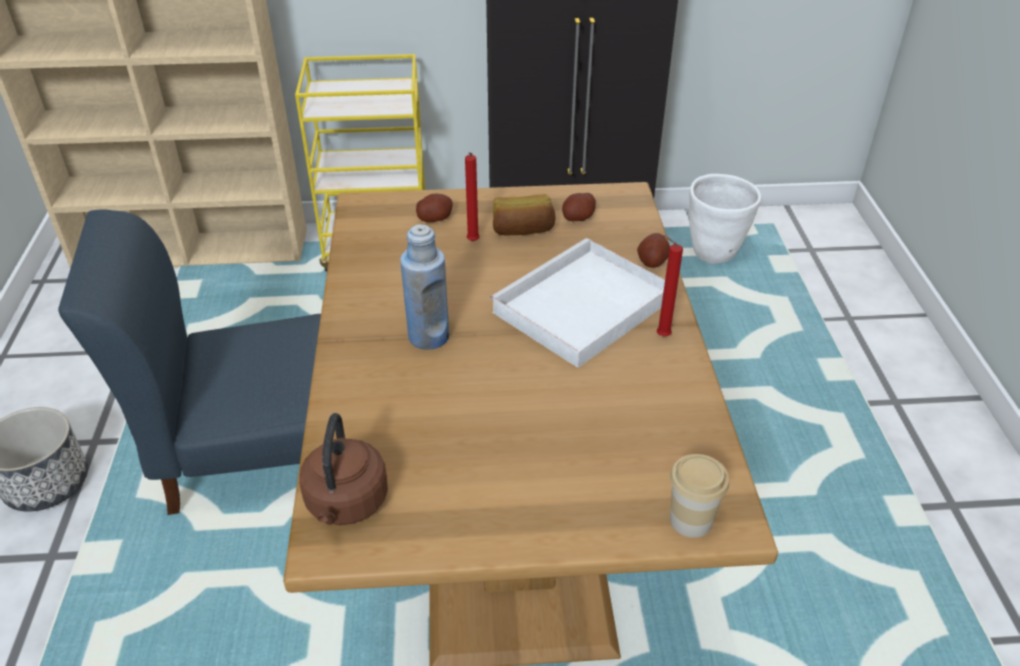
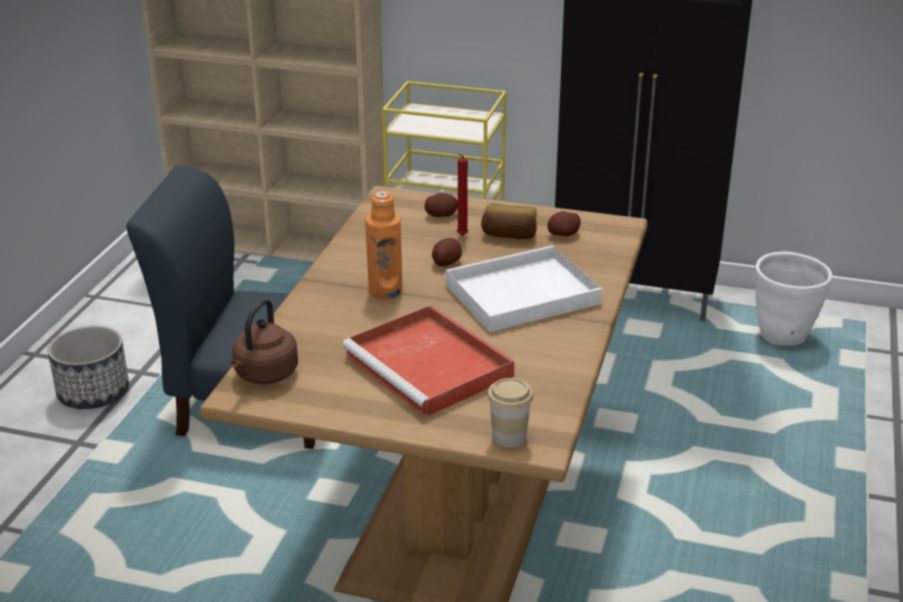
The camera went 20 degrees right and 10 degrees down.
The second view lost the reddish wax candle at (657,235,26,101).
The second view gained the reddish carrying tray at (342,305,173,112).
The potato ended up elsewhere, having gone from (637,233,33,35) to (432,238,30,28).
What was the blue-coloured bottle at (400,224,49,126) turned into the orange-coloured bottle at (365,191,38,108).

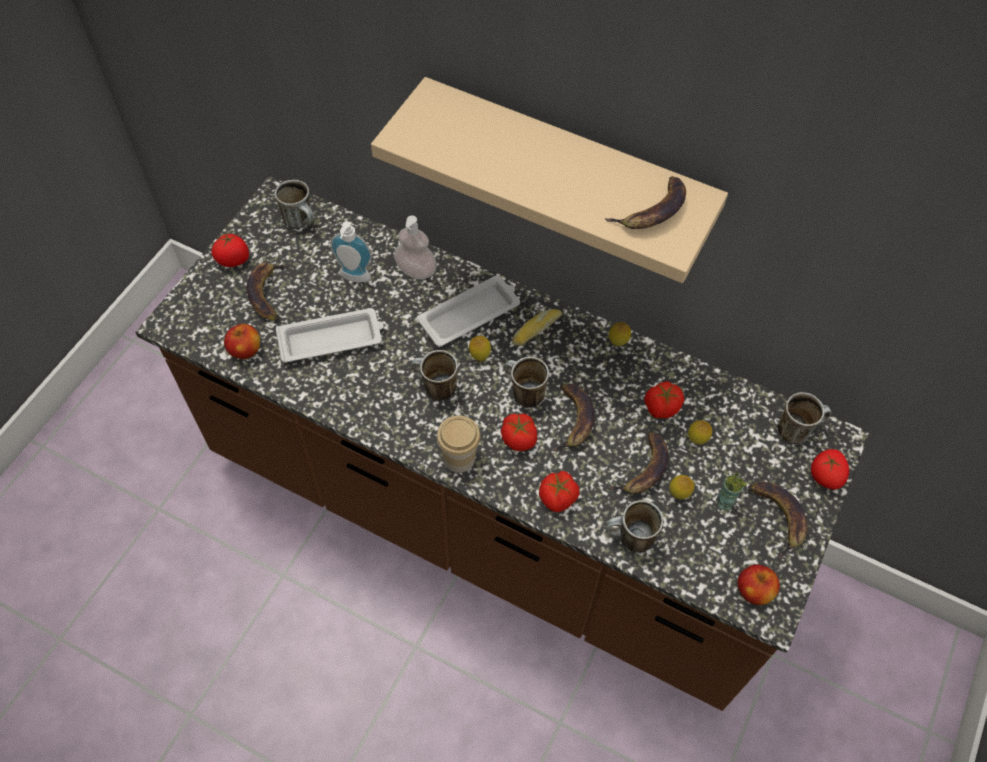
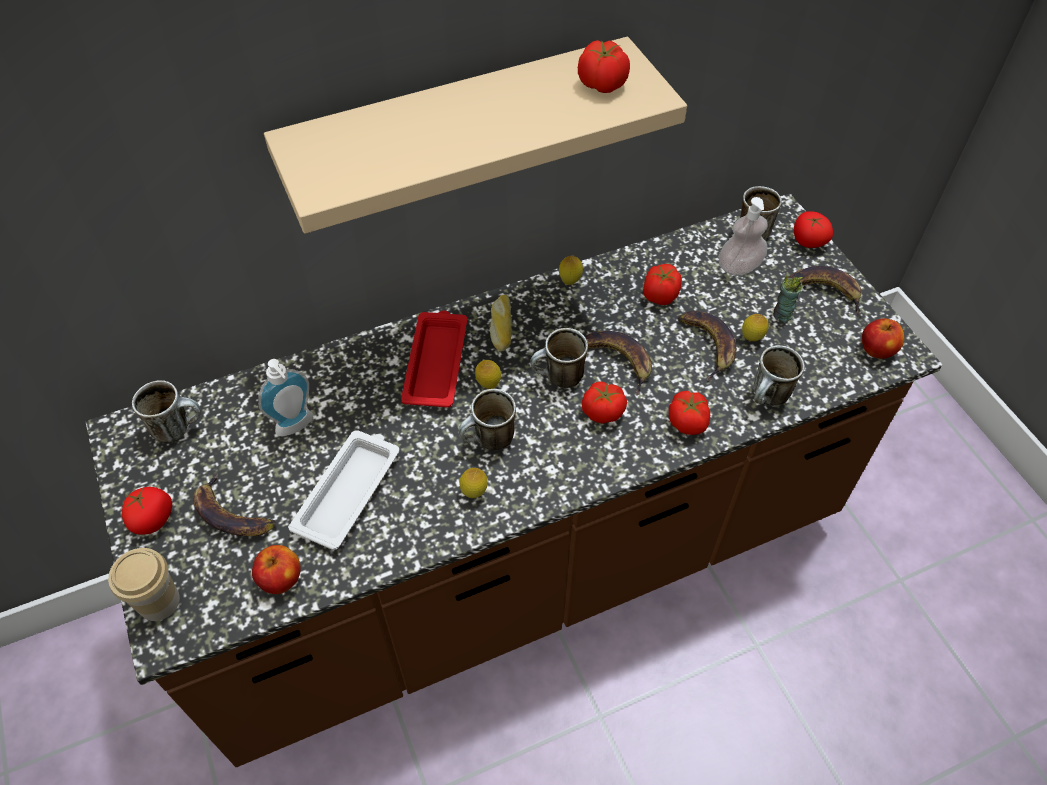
The camera went 50 degrees left and 5 degrees down.
The soap bottle ended up elsewhere, having gone from (394,215,43,64) to (718,197,50,78).
The small cup ended up elsewhere, having gone from (437,415,44,58) to (108,548,72,73).
The lemon ended up elsewhere, having gone from (688,420,24,24) to (460,468,28,30).
Where the whole banana stood at (605,176,81,53), the fresh tomato came to stand at (578,40,52,53).
What was the white-coloured carrying tray at (417,275,103,72) turned into the reddish carrying tray at (401,311,66,97).

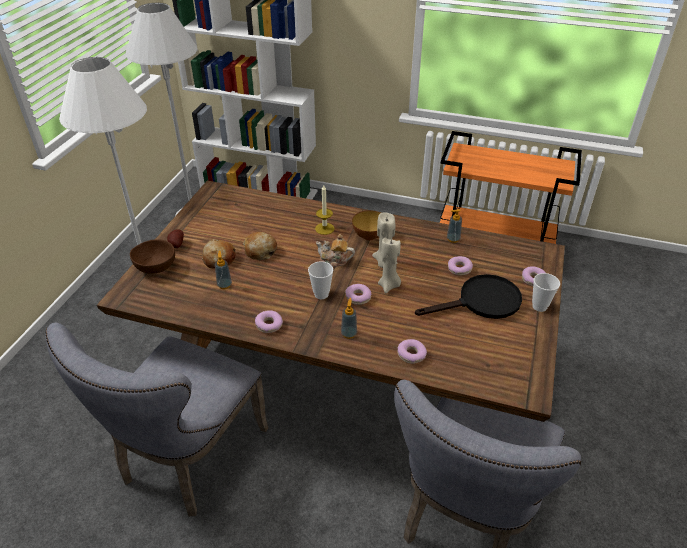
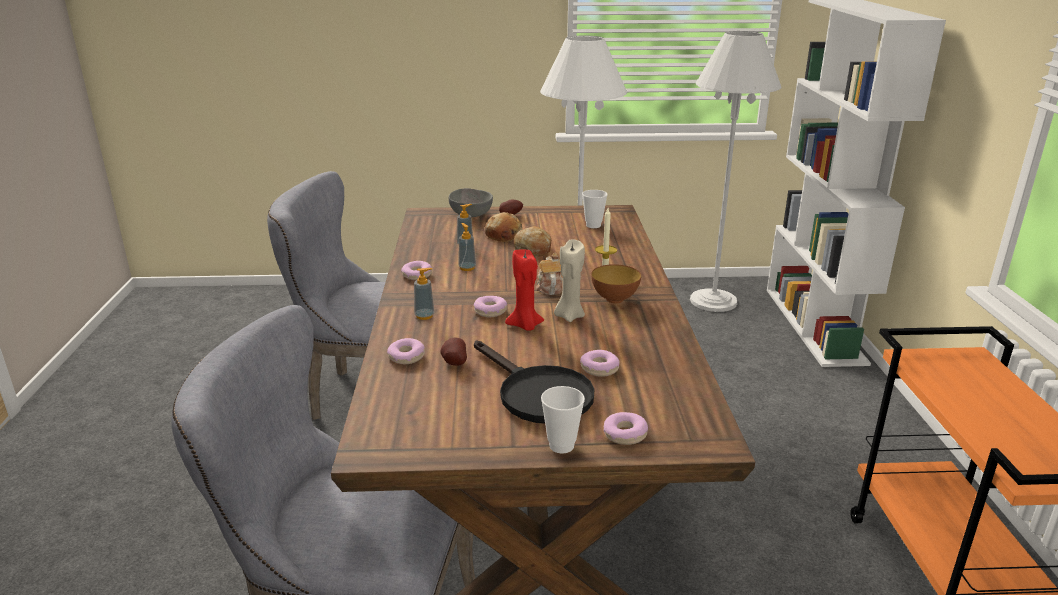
The camera went 70 degrees right and 15 degrees down.
The second view gained the potato at (440,338,27,28).
The small cup ended up elsewhere, having gone from (308,261,25,38) to (582,190,26,38).
The soap bottle ended up elsewhere, having gone from (447,209,15,34) to (458,223,18,48).
What was the brown-coloured deep dish at (130,239,45,35) turned into the gray deep dish at (449,188,44,29).
What was the beige wax candle at (378,238,23,56) turned into the reddish wax candle at (505,250,39,81).

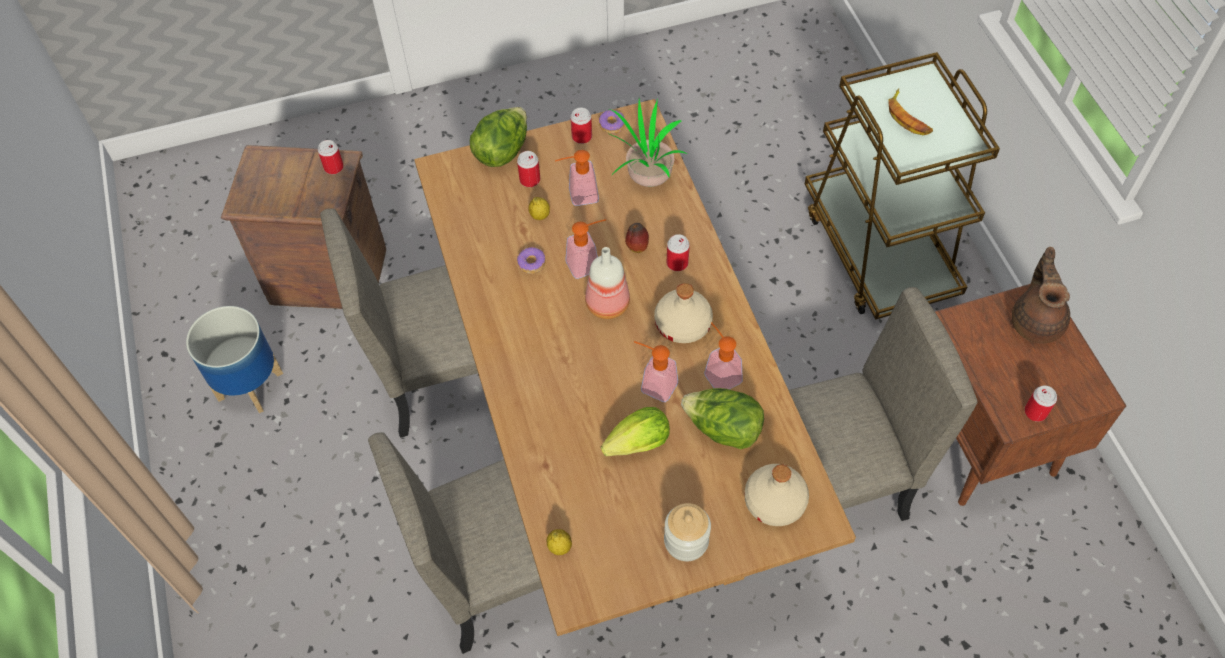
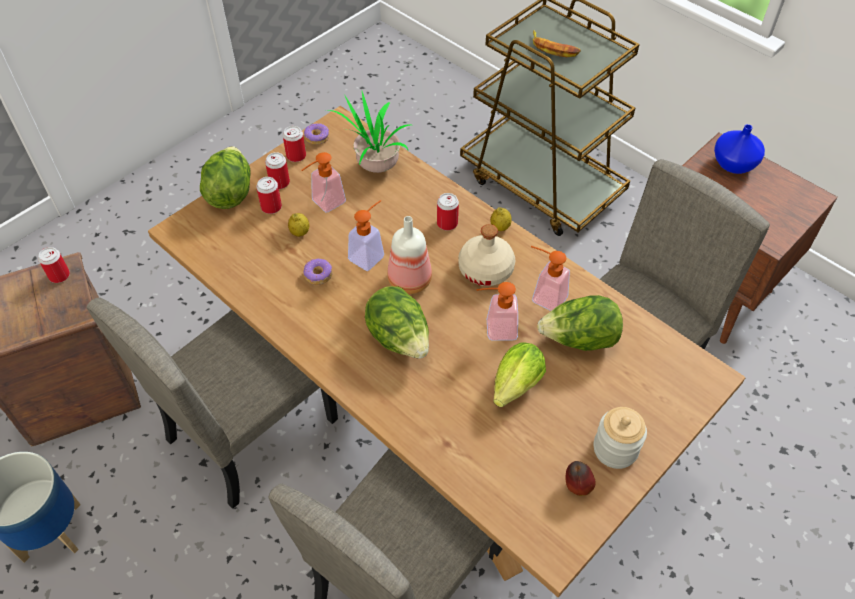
The camera went 30 degrees left and 5 degrees down.
The second view lost the beige bottle at (745,464,64,62).
The second view gained the lettuce at (365,286,64,73).
The lemon ended up elsewhere, having gone from (547,529,25,26) to (490,207,22,24).
The apple fruit ended up elsewhere, having gone from (625,223,24,30) to (565,461,31,35).
The metal can ended up elsewhere, having gone from (1024,385,33,37) to (265,152,25,37).
Where the brown-coloured tea pot stood at (1012,247,58,97), the blue-coloured vase came to stand at (714,124,51,50).

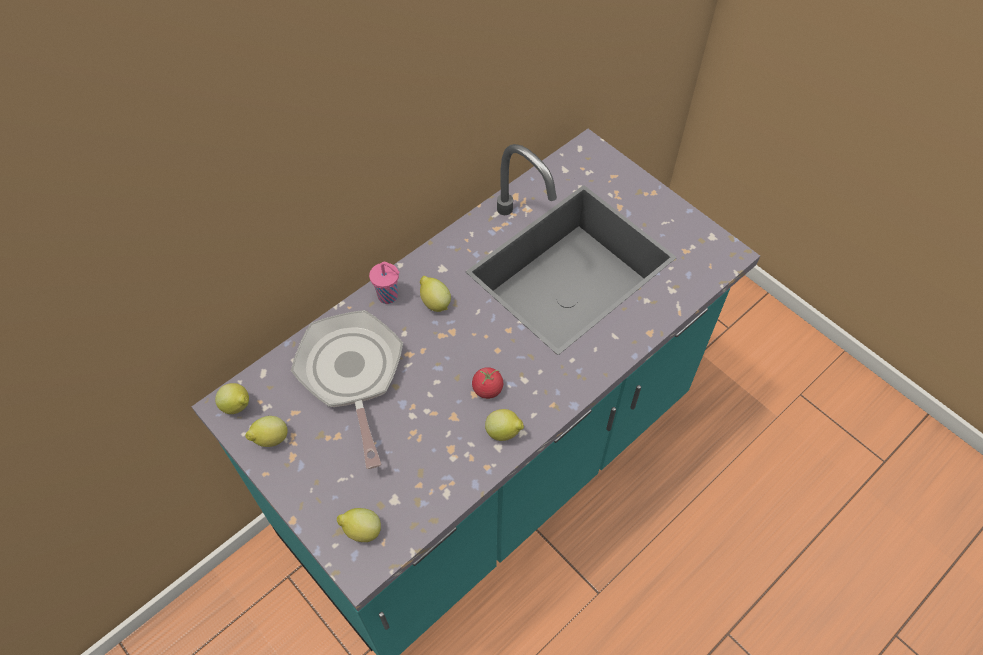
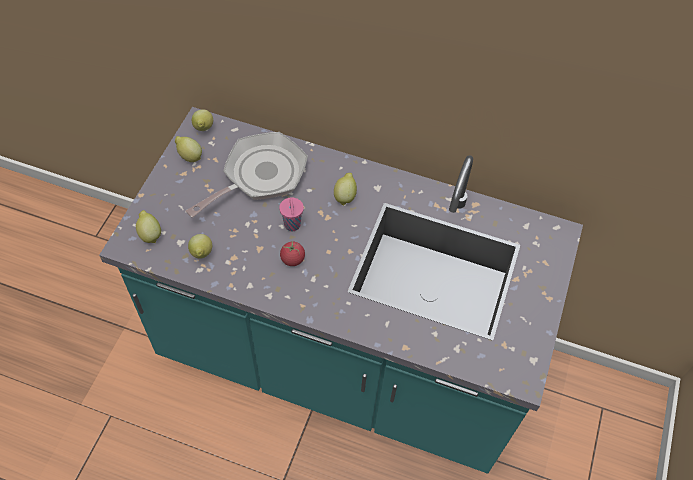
The camera went 60 degrees right and 0 degrees up.
The pink small cup ended up elsewhere, having gone from (369,262,31,42) to (279,198,25,33).
The lemon ended up elsewhere, having gone from (485,409,39,32) to (188,234,24,24).

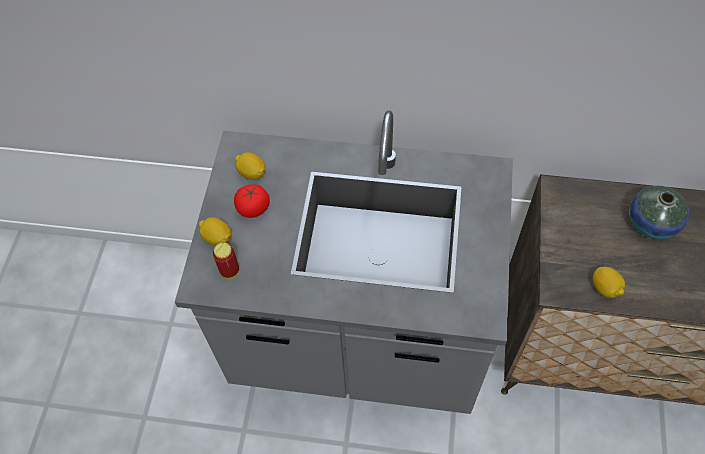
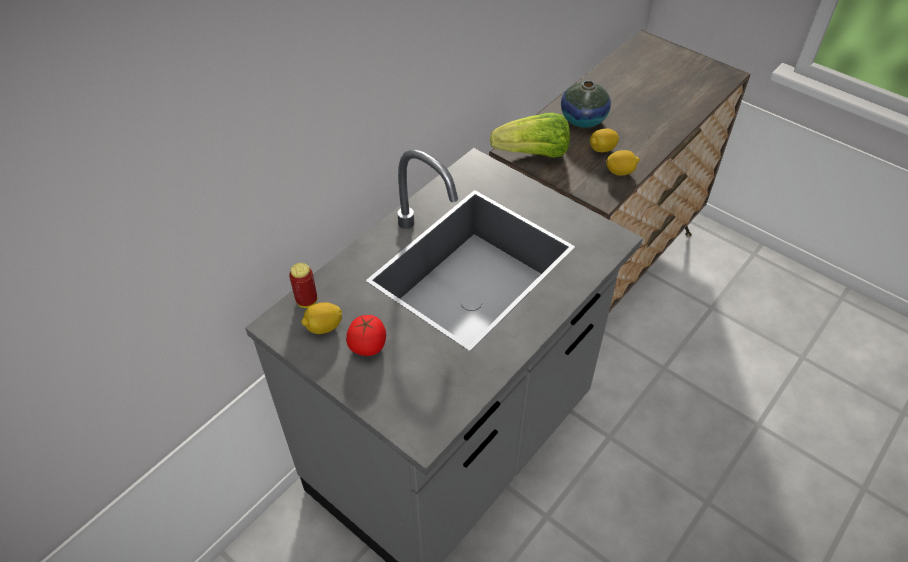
The camera went 60 degrees left and 10 degrees down.
The second view gained the lettuce at (490,113,80,45).
The lemon ended up elsewhere, having gone from (199,217,32,29) to (590,129,29,23).
The metal can ended up elsewhere, having gone from (213,243,26,36) to (289,263,28,45).

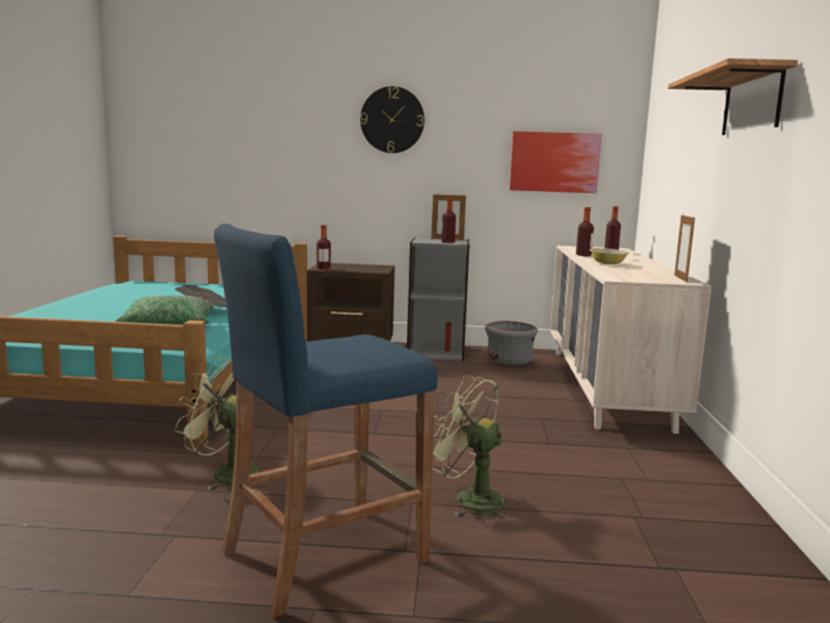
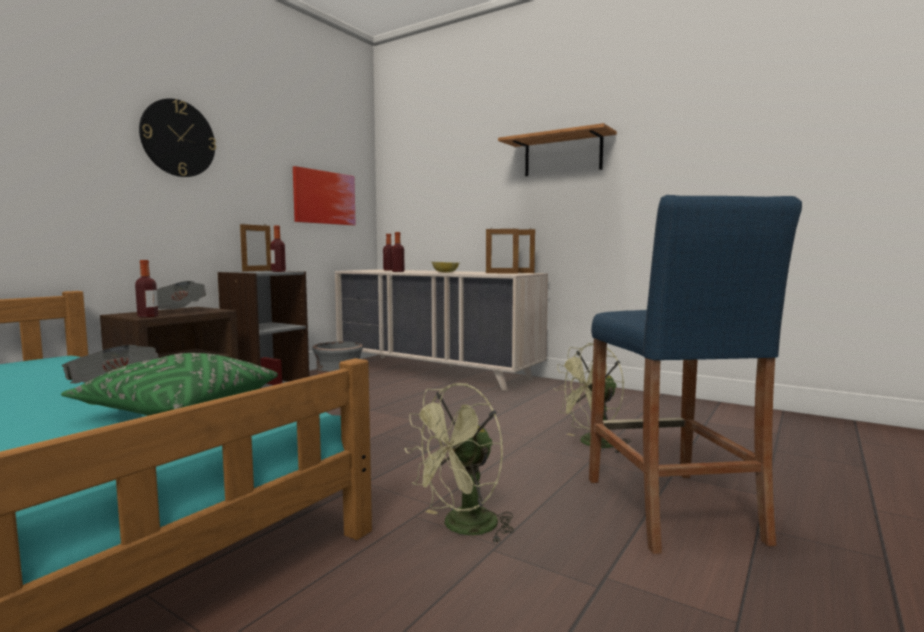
The camera went 60 degrees left and 5 degrees down.
The second view gained the printed paper at (157,281,49,28).
The second view gained the photo frame at (486,227,33,47).

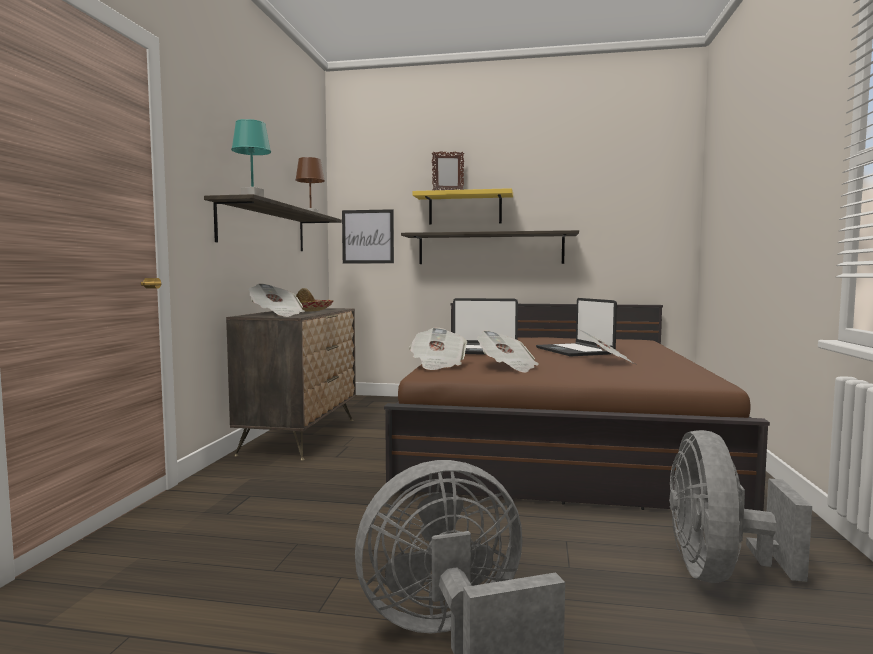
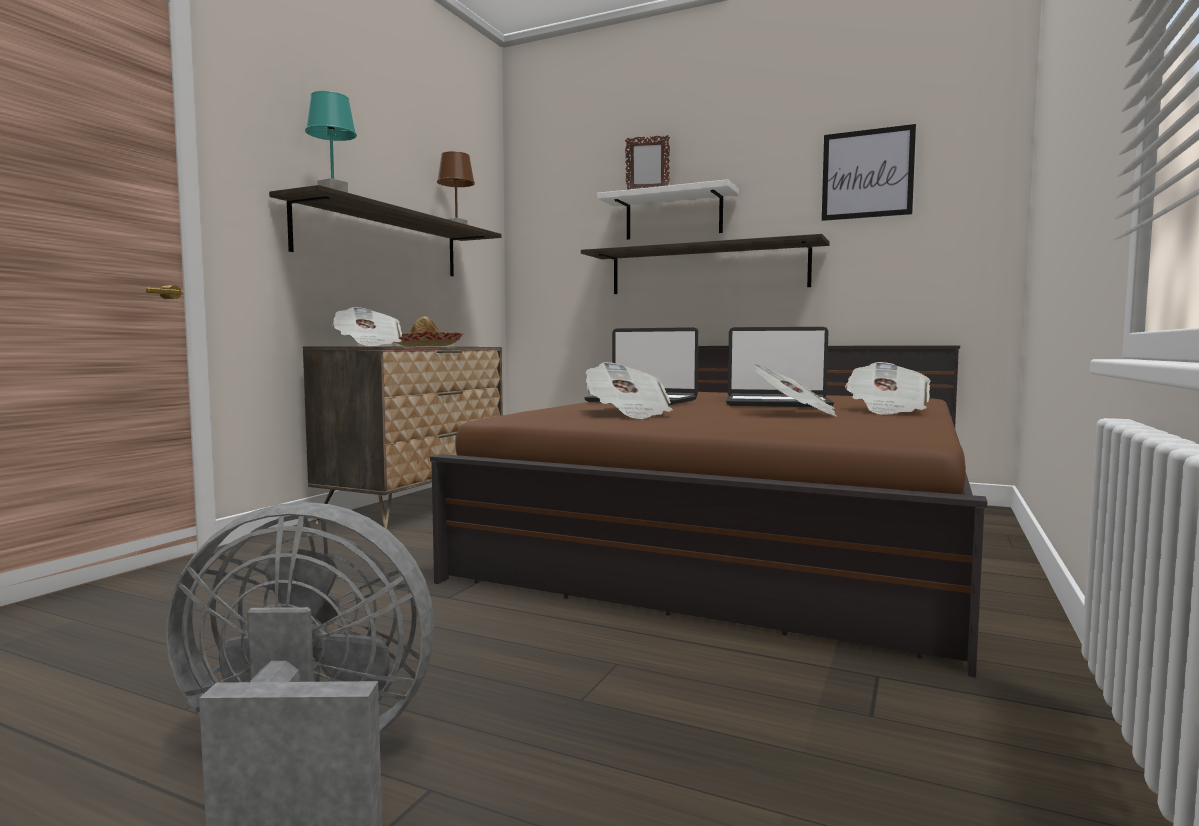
The camera went 15 degrees right and 0 degrees up.
The second view lost the gray cooling fan at (669,430,143,153).
The wall picture ended up elsewhere, having gone from (342,209,52,54) to (822,124,94,97).
The printed paper ended up elsewhere, having gone from (409,328,58,42) to (845,362,85,53).
What was the yellow-coloured bracket shelf at (413,188,100,37) turned into the white-coloured bracket shelf at (597,179,142,61).
The laptop at (536,298,81,59) ended up facing another way, 75 degrees counterclockwise from before.

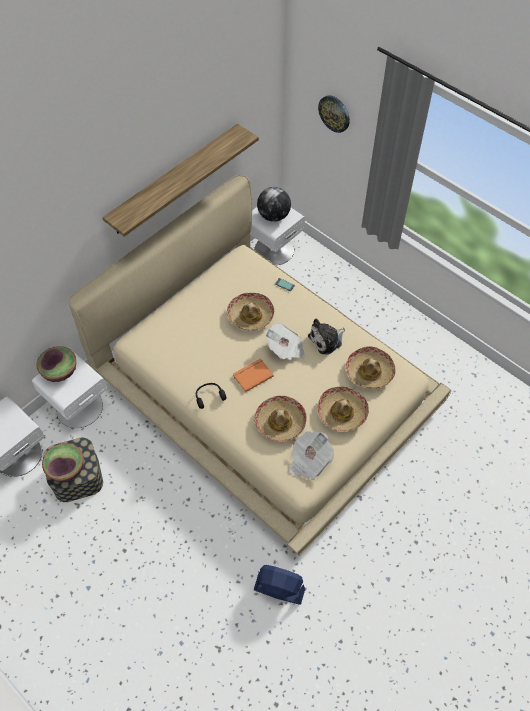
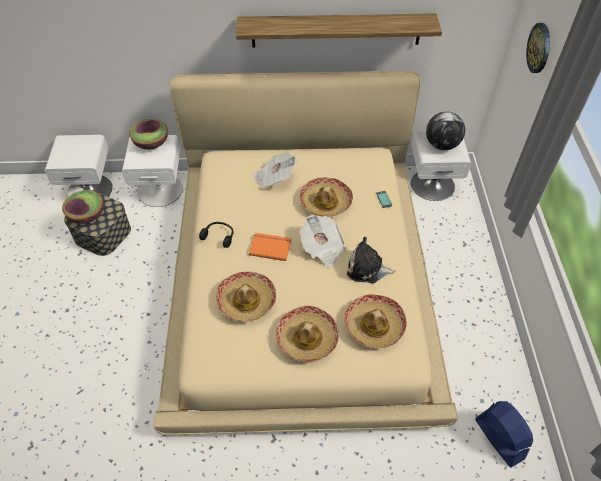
The camera went 45 degrees right and 5 degrees down.
The blue-coloured cooling fan ended up elsewhere, having gone from (254,565,51,40) to (475,401,58,67).
The printed paper ended up elsewhere, having gone from (289,431,45,49) to (253,152,44,37).

